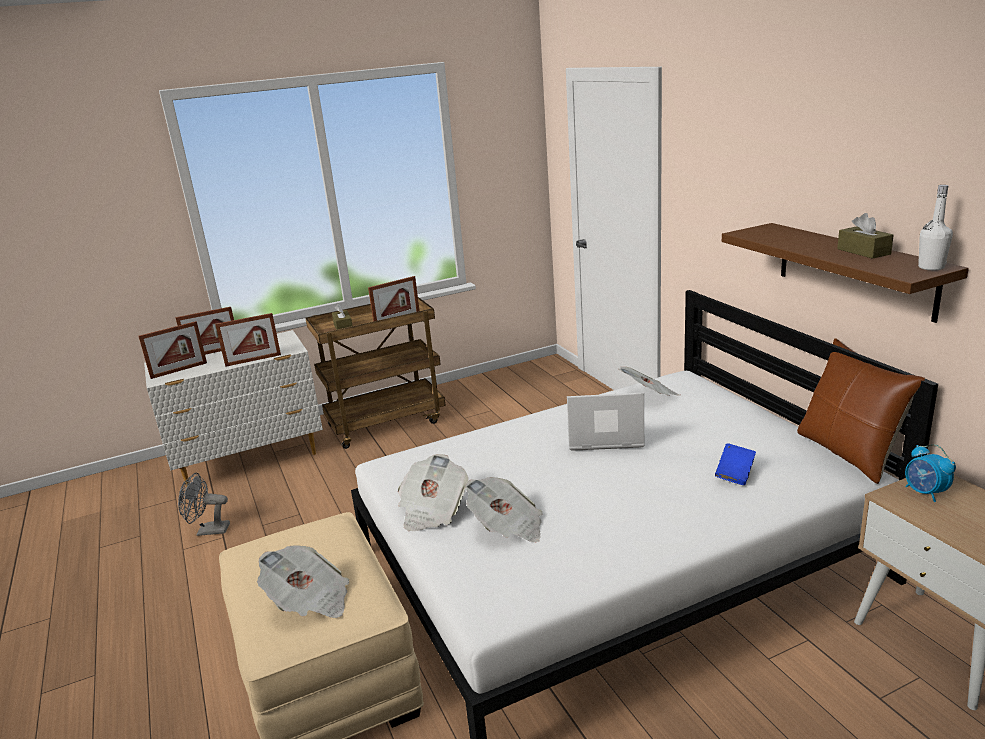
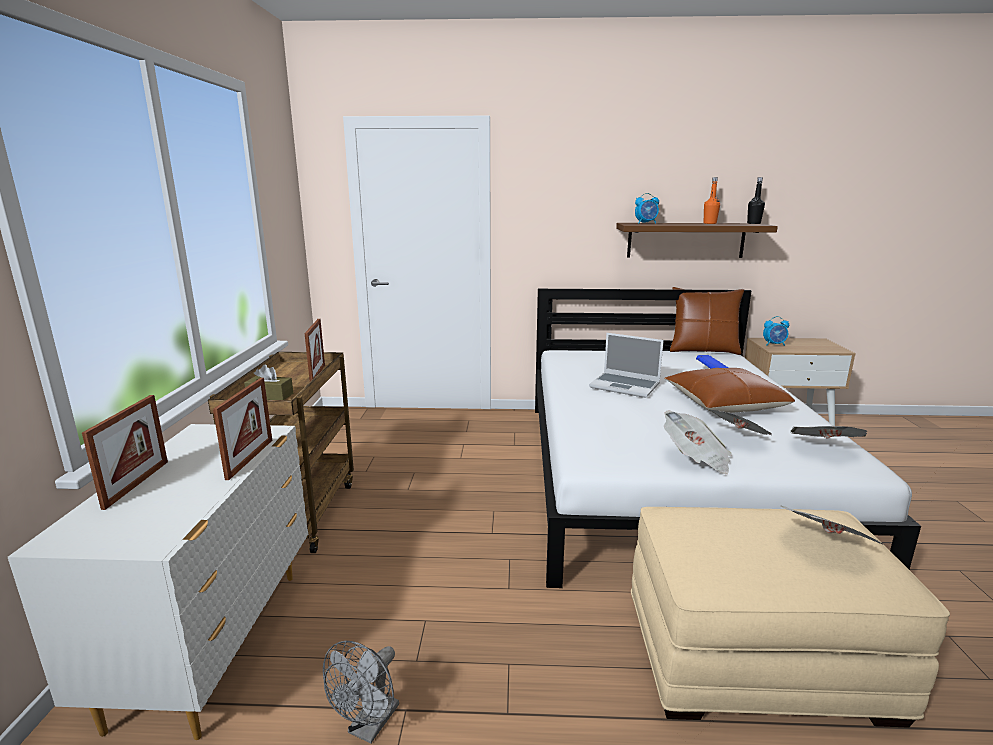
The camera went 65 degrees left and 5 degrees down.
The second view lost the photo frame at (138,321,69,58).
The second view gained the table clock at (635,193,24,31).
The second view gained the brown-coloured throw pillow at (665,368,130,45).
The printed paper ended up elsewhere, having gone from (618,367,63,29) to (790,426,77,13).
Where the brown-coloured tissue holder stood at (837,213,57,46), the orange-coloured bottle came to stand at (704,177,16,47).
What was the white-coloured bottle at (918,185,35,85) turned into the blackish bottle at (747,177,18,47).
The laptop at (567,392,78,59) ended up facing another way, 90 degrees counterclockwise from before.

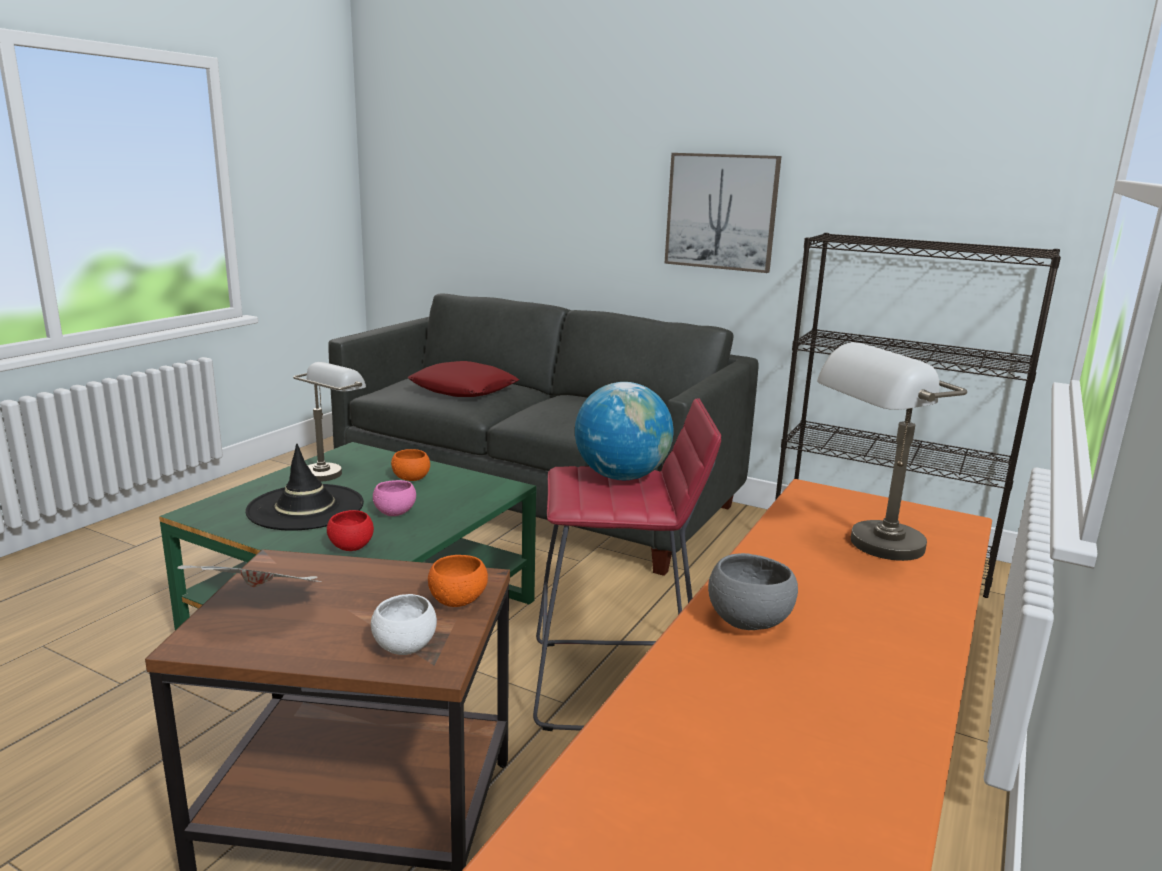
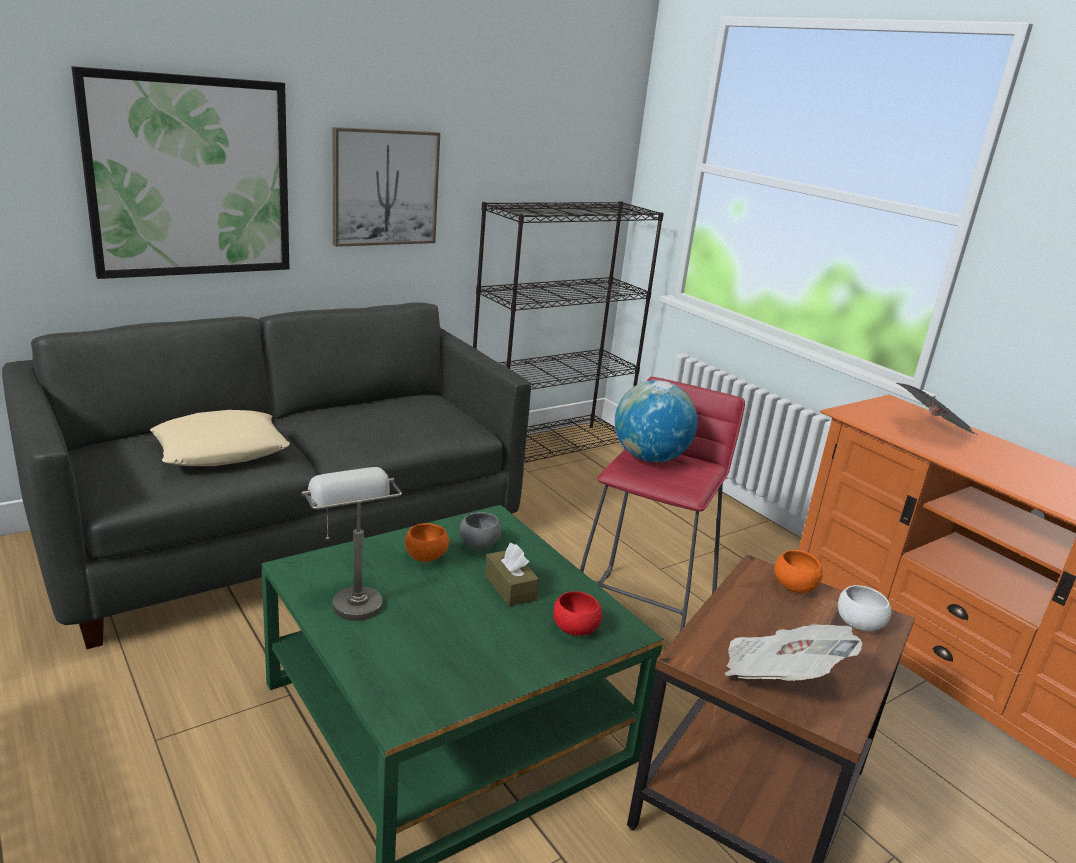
The camera went 65 degrees left and 5 degrees up.
The second view lost the blackish hat at (245,444,119,87).
The second view gained the wall picture at (72,66,217,213).
The gray deep dish ended up elsewhere, having gone from (708,553,90,77) to (460,512,41,38).
Where the pink deep dish stood at (373,480,43,36), the brown-coloured tissue holder came to stand at (485,543,54,63).
Where the gray table lamp stood at (817,342,150,219), the printed paper came to stand at (897,383,81,52).
What was the reddish throw pillow at (407,361,112,36) turned into the beige throw pillow at (150,410,140,56).

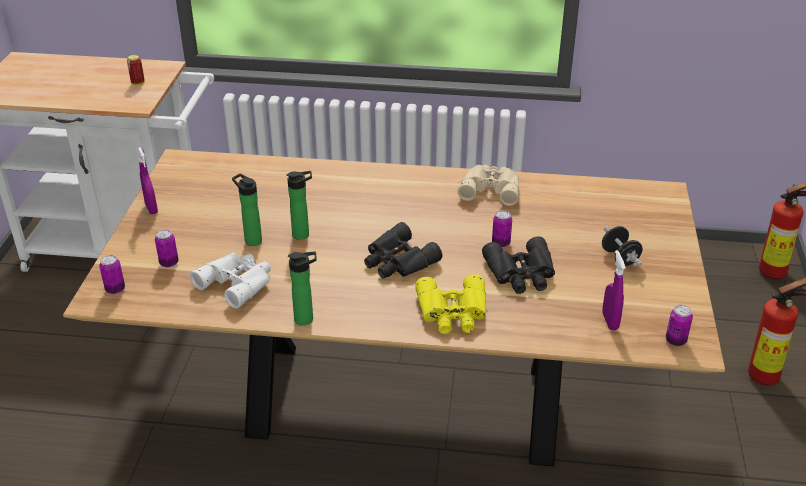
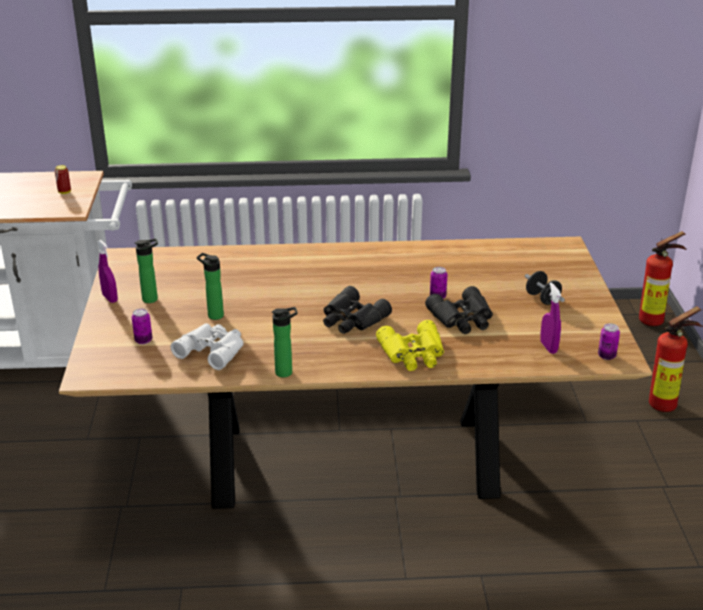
The camera went 10 degrees left and 5 degrees down.
The second view lost the metal can at (99,255,26,39).
The second view lost the beige pair of binoculars at (458,165,61,41).
The bottle ended up elsewhere, having gone from (287,171,25,69) to (135,238,23,65).

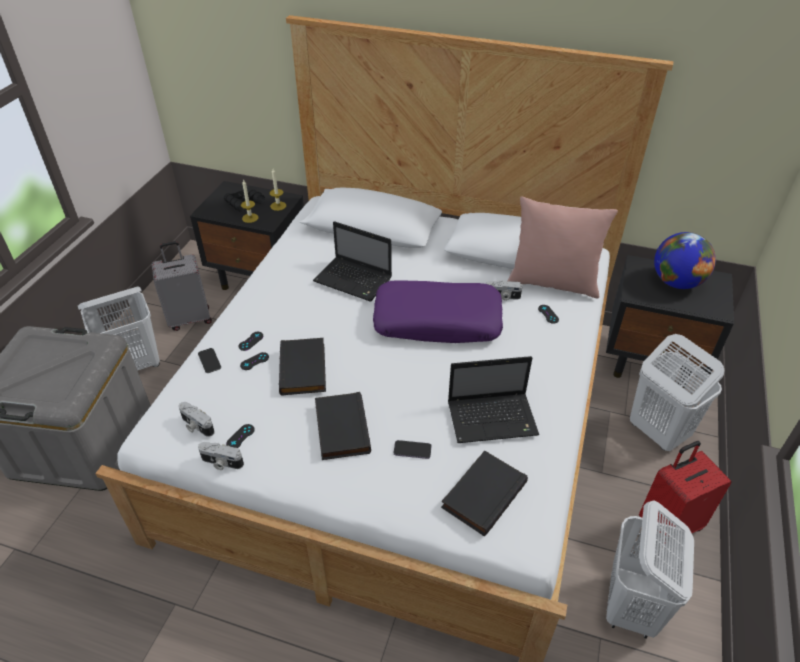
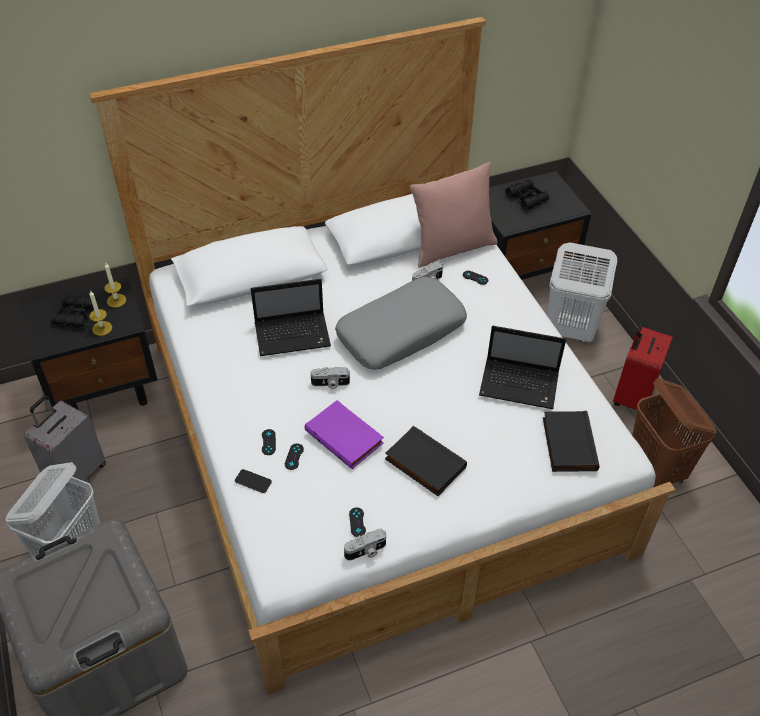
The camera went 40 degrees left and 5 degrees up.
The second view lost the handset at (393,440,39,19).
The still camera ended up elsewhere, having gone from (178,402,37,35) to (310,367,40,22).
Where the world globe stood at (654,232,62,57), the blackish pair of binoculars came to stand at (505,179,44,31).
What was the blackish bound book at (279,338,47,58) turned into the purple-coloured bound book at (305,400,79,69).
What was the purple-coloured throw pillow at (373,281,130,62) turned into the gray throw pillow at (335,277,132,93).
What was the white-coloured laundry basket at (606,501,88,138) turned into the brown-coloured laundry basket at (632,378,84,109).
The laptop at (448,356,91,87) ended up facing another way, 60 degrees clockwise from before.

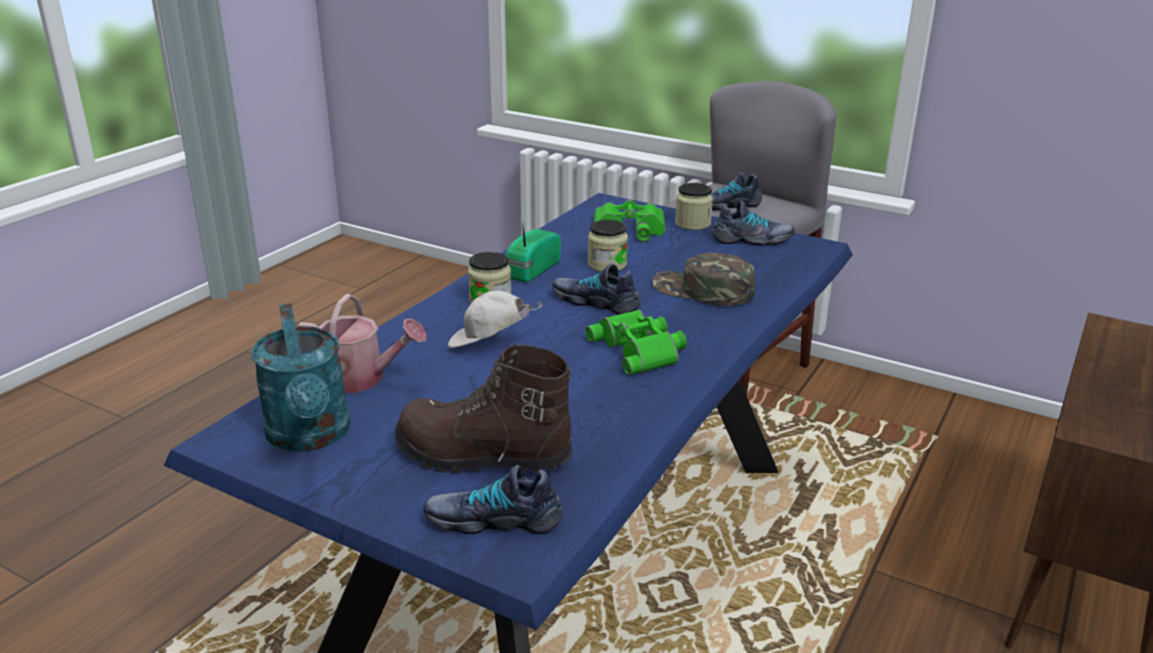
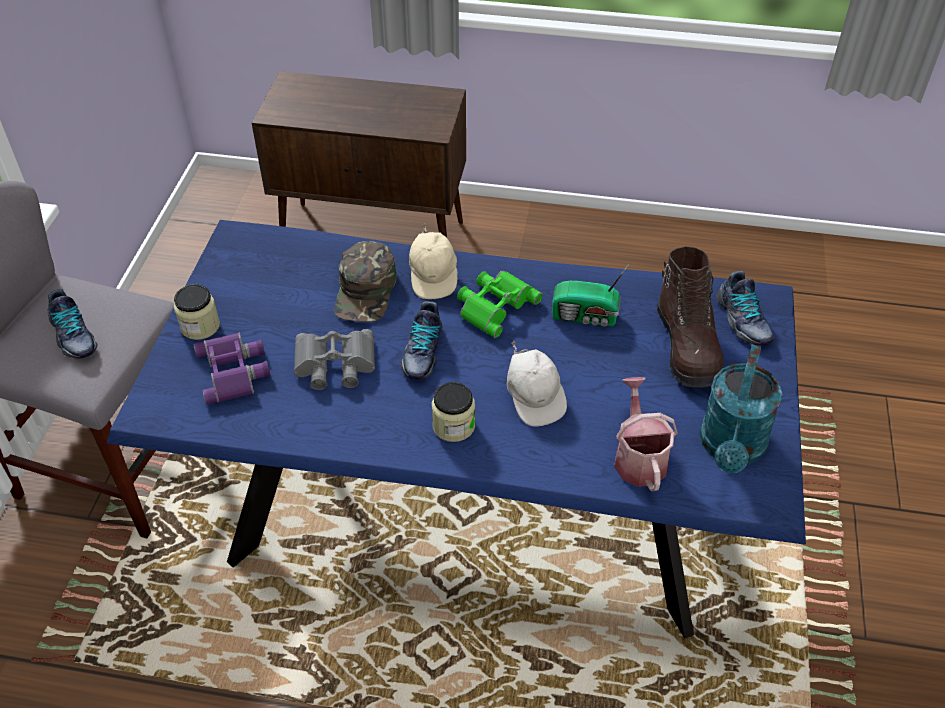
The camera went 110 degrees left and 20 degrees up.
The second view lost the item of footwear at (712,201,83,44).
The second view gained the beige peaked cap at (409,223,49,76).
The radio ended up elsewhere, having gone from (506,224,55,58) to (552,264,77,62).
Where the preserve jar stood at (588,220,40,52), the gray pair of binoculars came to stand at (294,329,81,61).
What was the green pair of binoculars at (594,200,72,41) turned into the purple-coloured pair of binoculars at (194,333,77,71).
The turquoise-coloured watering can at (251,303,100,149) ended up facing another way, 150 degrees clockwise from before.

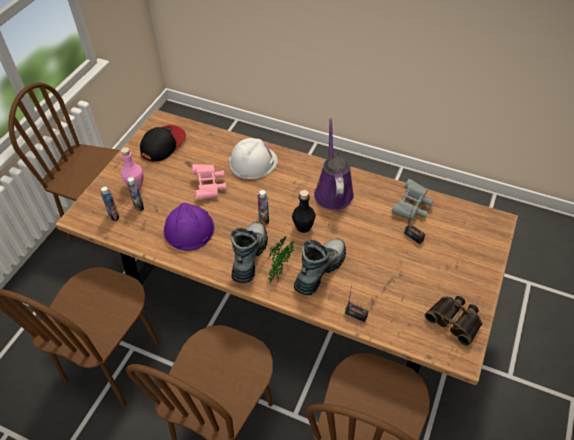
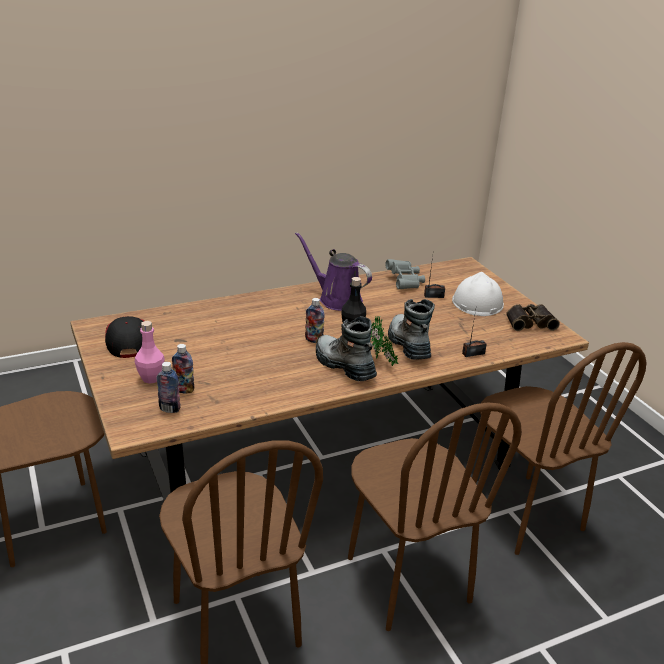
The camera went 50 degrees left and 20 degrees down.
The second view lost the purple-coloured hard hat at (164,203,50,48).
The second view lost the pink pair of binoculars at (192,164,34,36).
The white-coloured hard hat ended up elsewhere, having gone from (229,138,49,41) to (452,272,52,44).

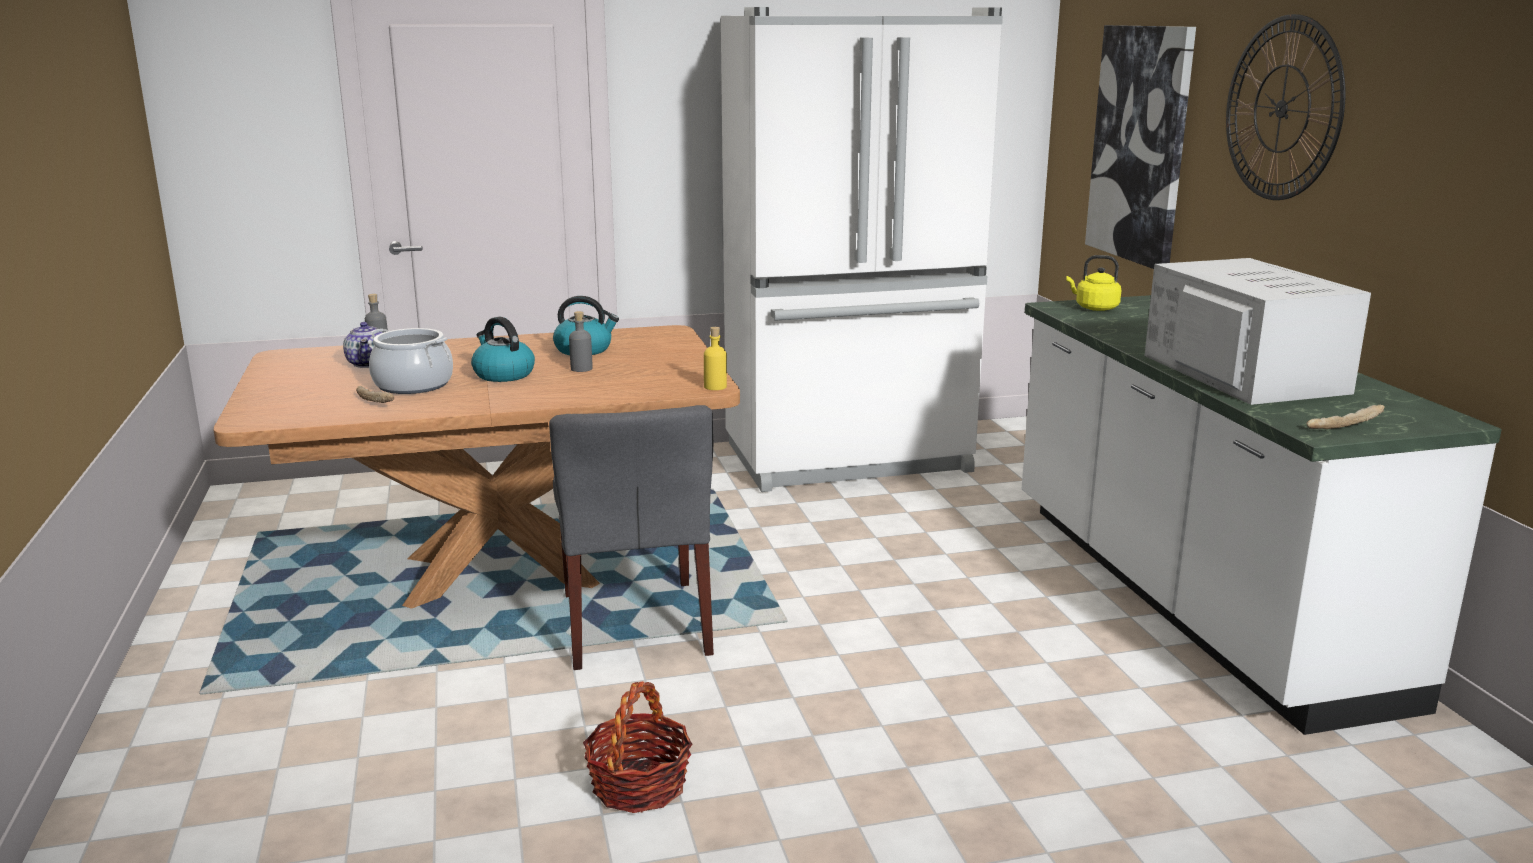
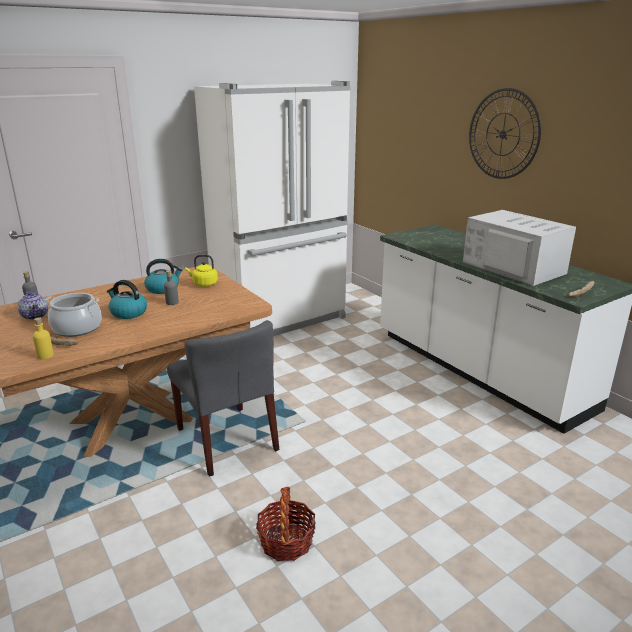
The camera went 20 degrees left and 5 degrees up.
The second view lost the wall picture at (1085,25,111,244).
The yellow-coloured bottle ended up elsewhere, having gone from (704,327,23,63) to (33,318,21,41).
The yellow-coloured kettle ended up elsewhere, having gone from (1066,255,55,56) to (185,255,33,32).

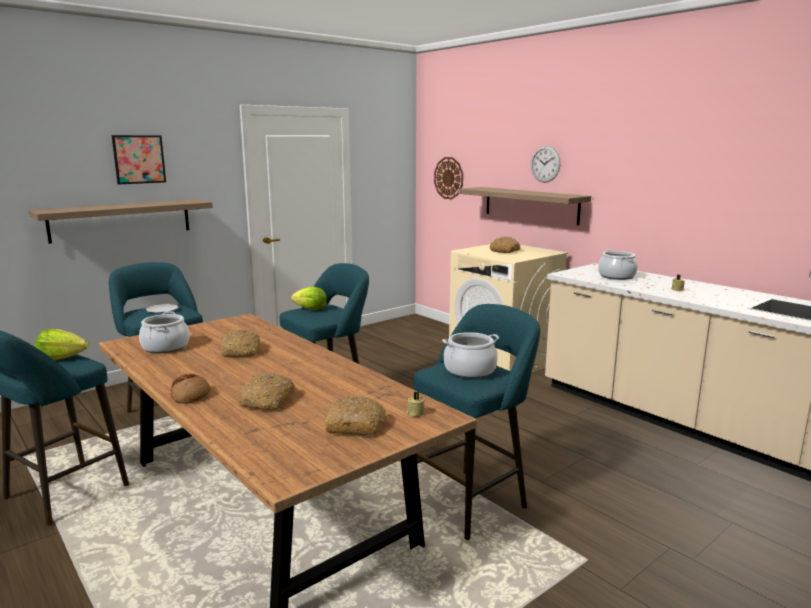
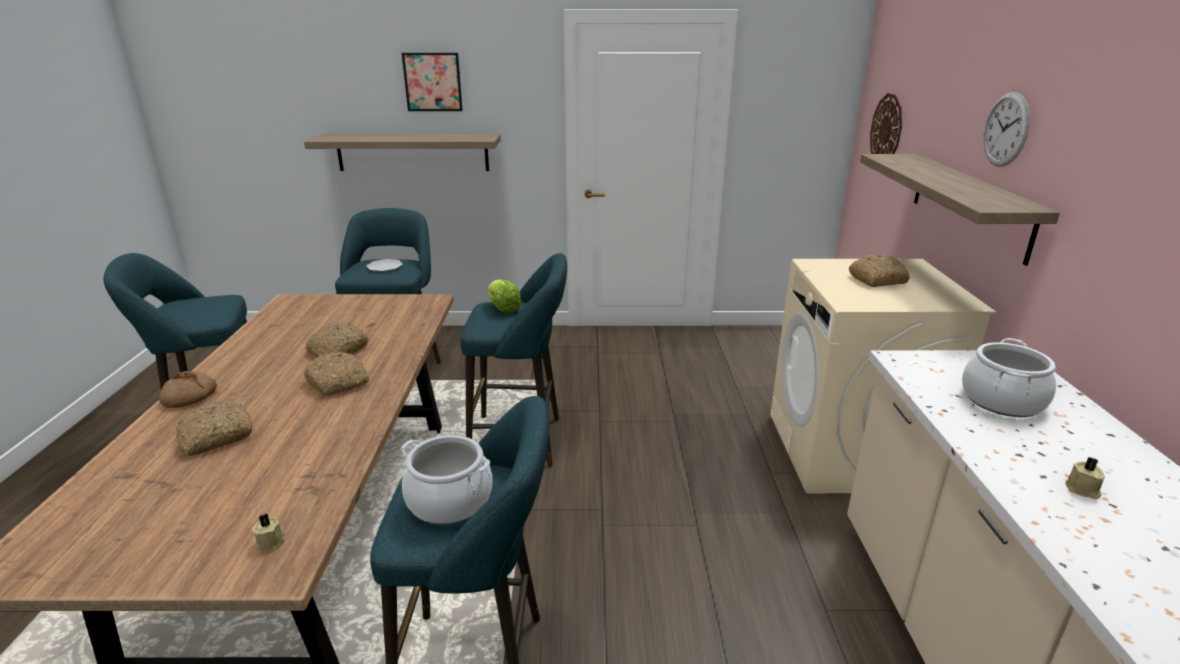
The camera went 40 degrees right and 10 degrees up.
The second view lost the lettuce at (35,329,54,31).
The second view lost the saucepot at (139,311,51,42).
The baked bread ended up elsewhere, having gone from (324,396,63,40) to (304,351,65,45).

